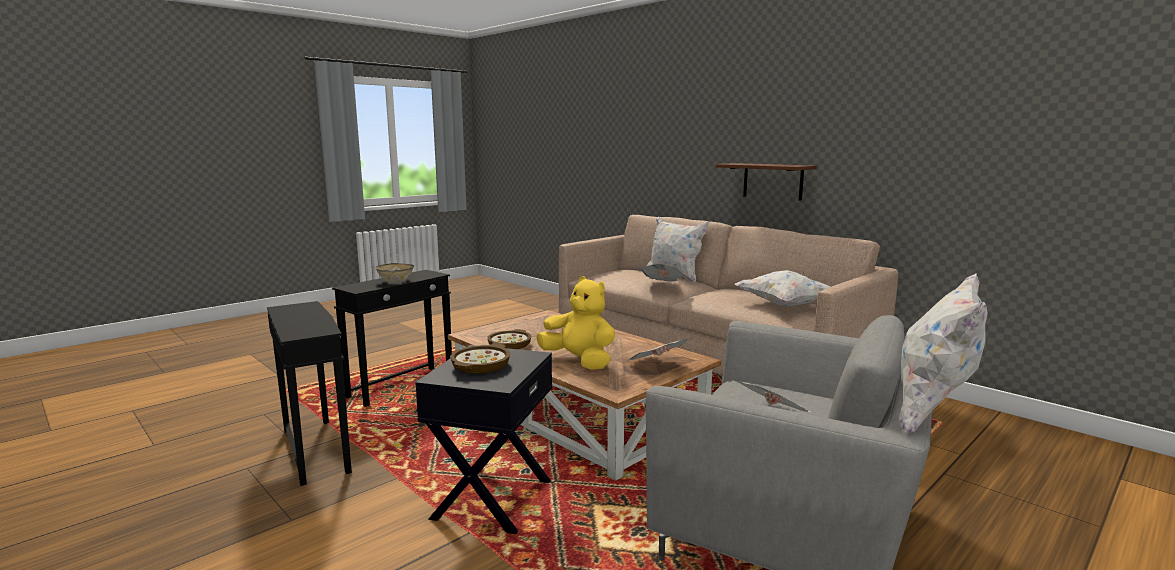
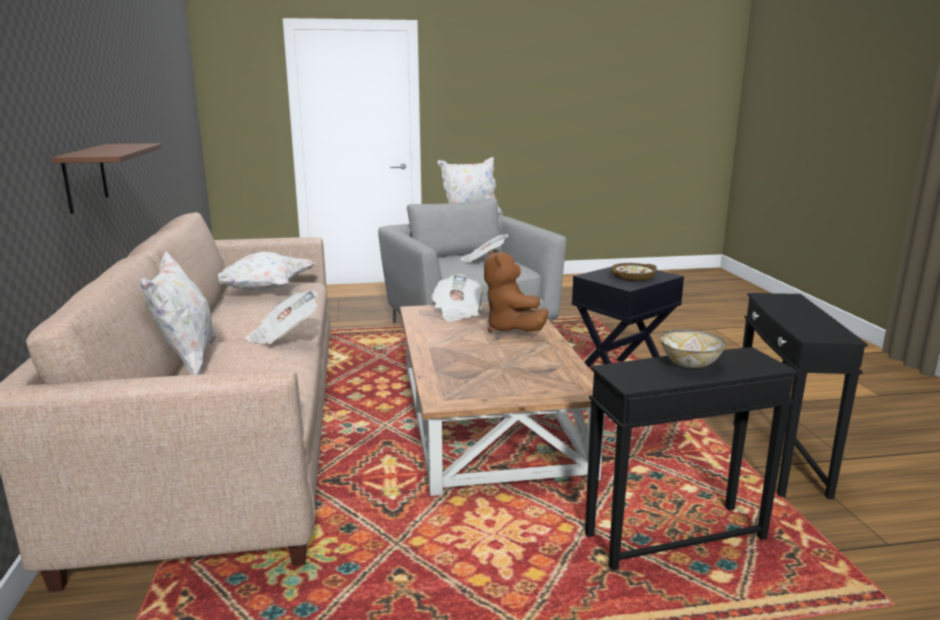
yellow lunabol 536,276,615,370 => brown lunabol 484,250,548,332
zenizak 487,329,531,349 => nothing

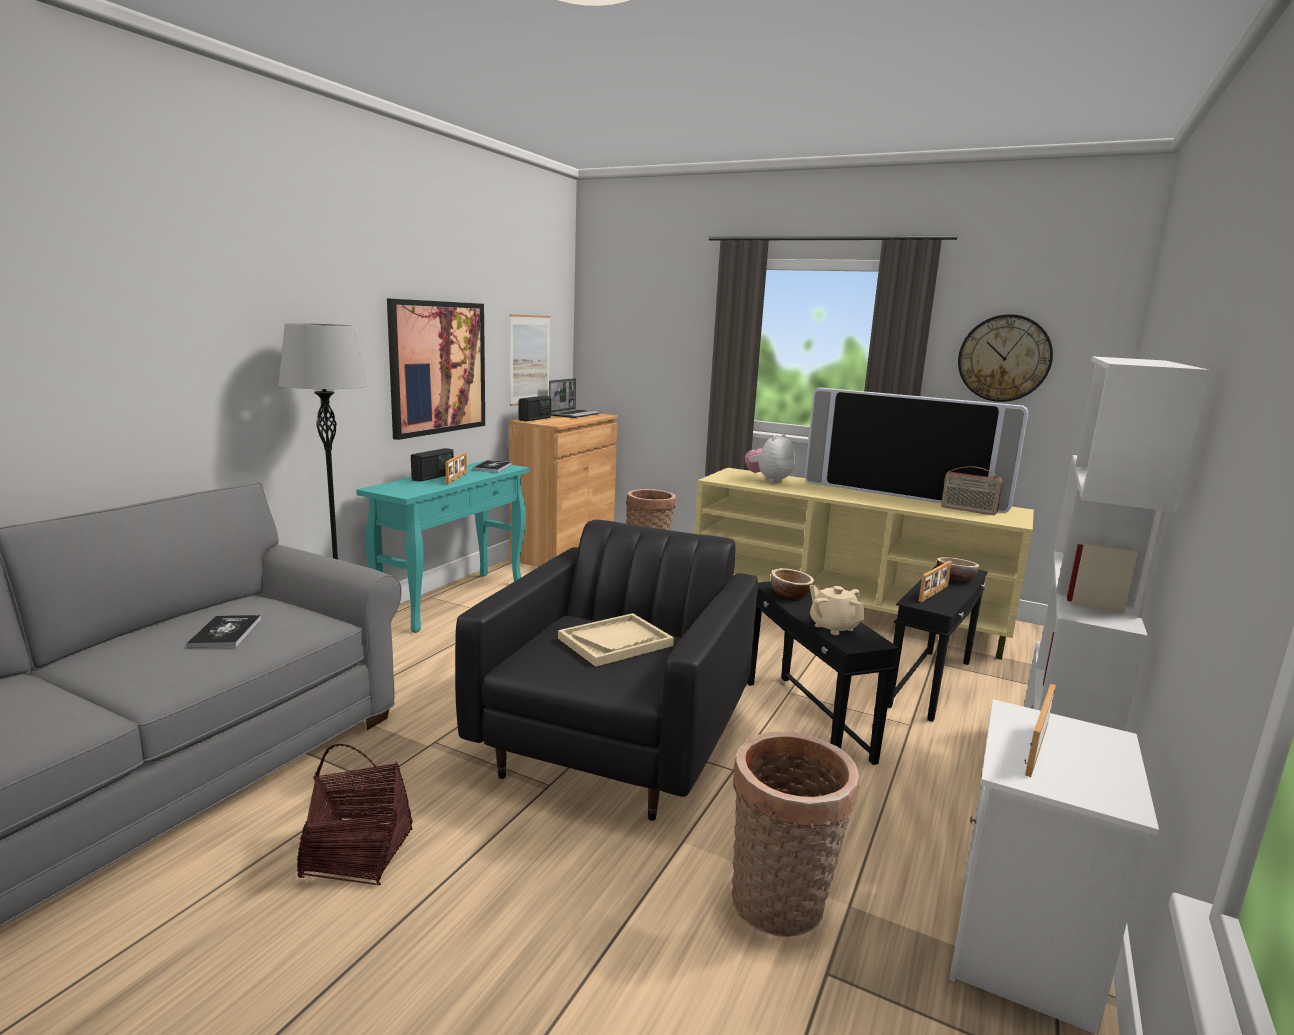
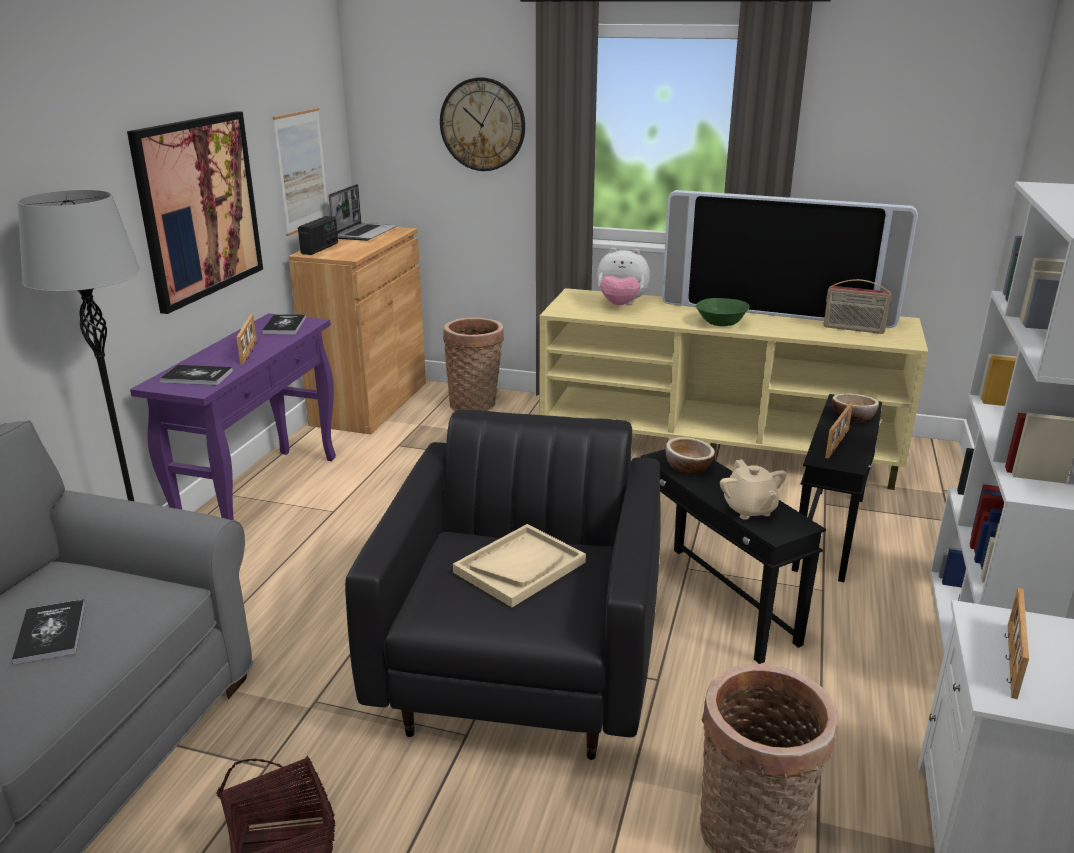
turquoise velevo 356,461,529,633 => purple velevo 130,313,336,520
nothing => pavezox 159,365,233,385
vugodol 958,314,1053,402 => vugodol 440,77,525,171, moved
lunabol 745,434,795,483 => lunabol 597,248,650,305, 105 degrees counterclockwise
nothing => green zenizak 696,298,750,326
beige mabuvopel 810,585,865,635 => beige mabuvopel 720,459,786,520, 150 degrees counterclockwise
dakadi 411,448,454,482 => nothing

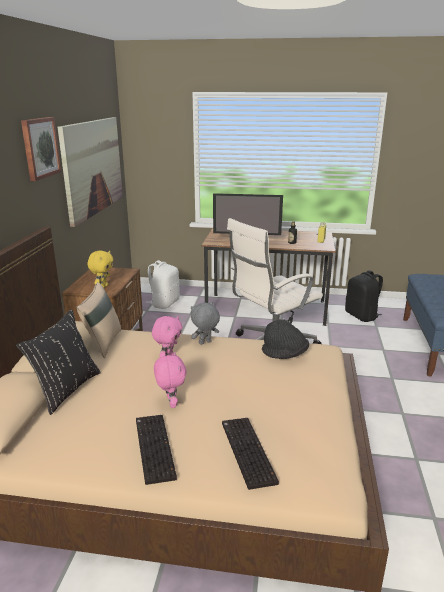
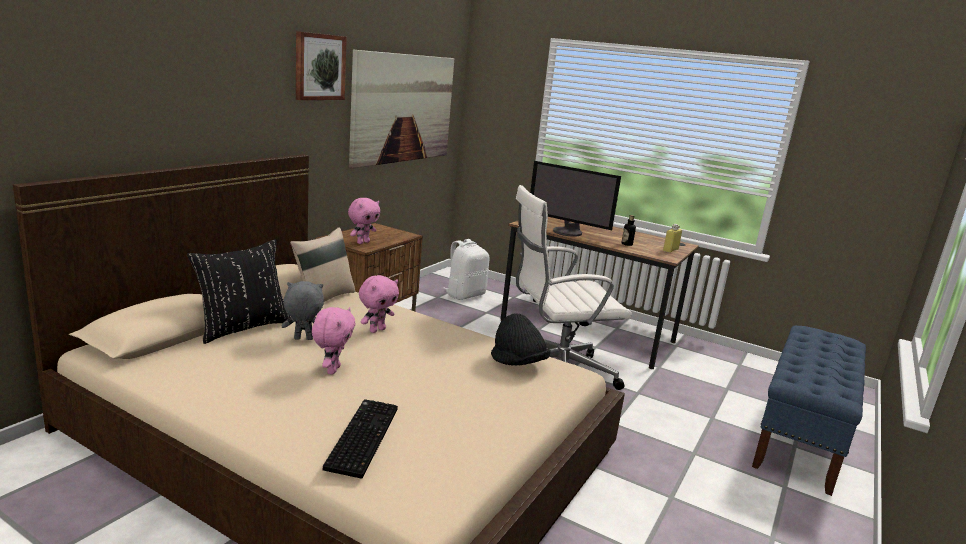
grey lunabol 191,302,220,345 => grey lunabol 282,281,324,340, moved
yellow lunabol 87,251,113,288 => pink lunabol 348,198,380,244
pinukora 136,415,177,485 => nothing
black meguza 345,270,383,322 => nothing

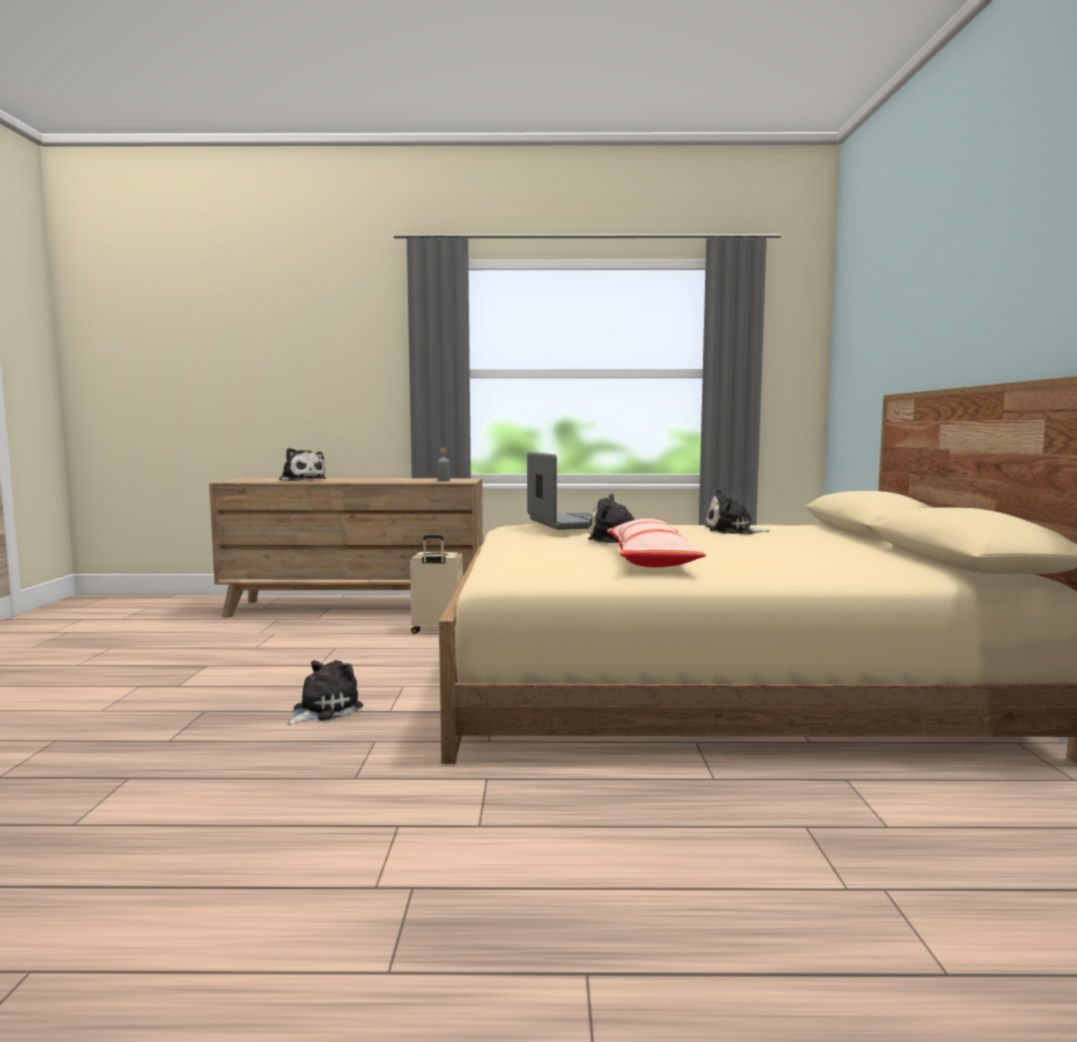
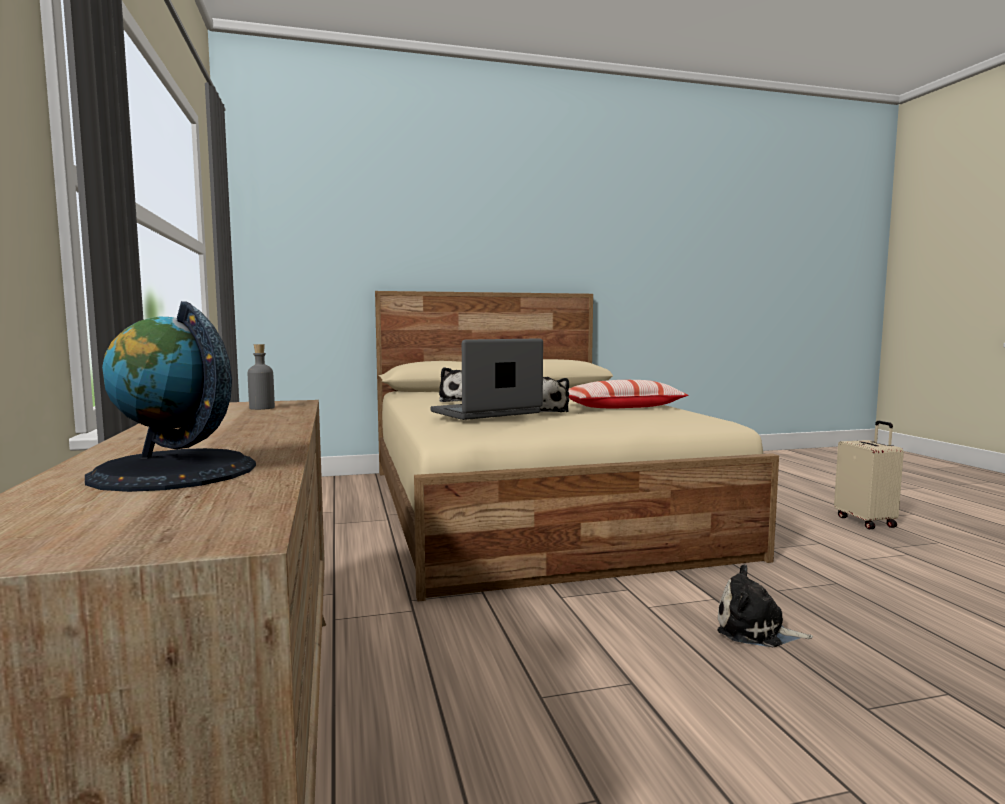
lunabol 279,448,326,481 => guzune 85,301,256,492
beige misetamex 410,535,463,634 => beige misetamex 834,421,904,529, moved

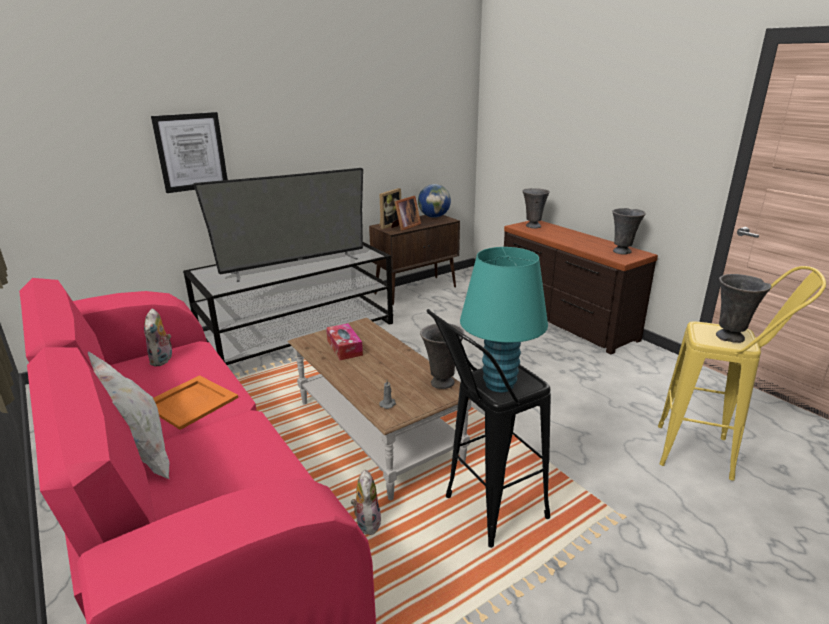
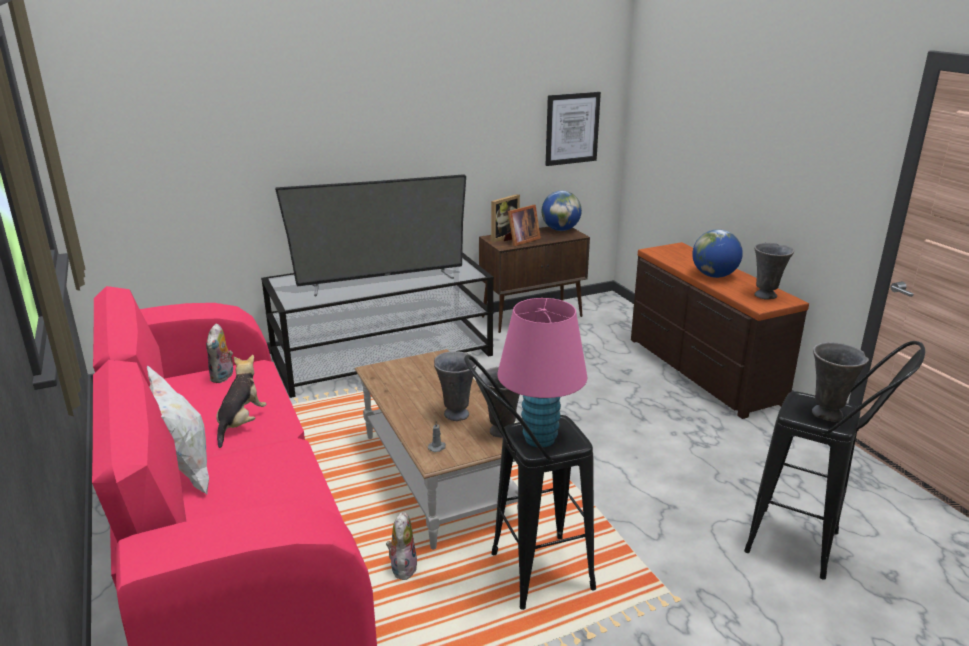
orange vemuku 153,375,238,430 => lunabol 216,355,267,448
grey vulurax 523,188,550,228 => grey vulurax 434,351,478,421, moved
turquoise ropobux 460,247,548,392 => pink ropobux 497,298,588,448
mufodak 151,112,228,193 => mufodak 546,92,601,166, moved
nothing => guzune 692,229,743,278
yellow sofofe 658,266,826,481 => black sofofe 744,341,925,580
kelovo 326,323,363,360 => nothing

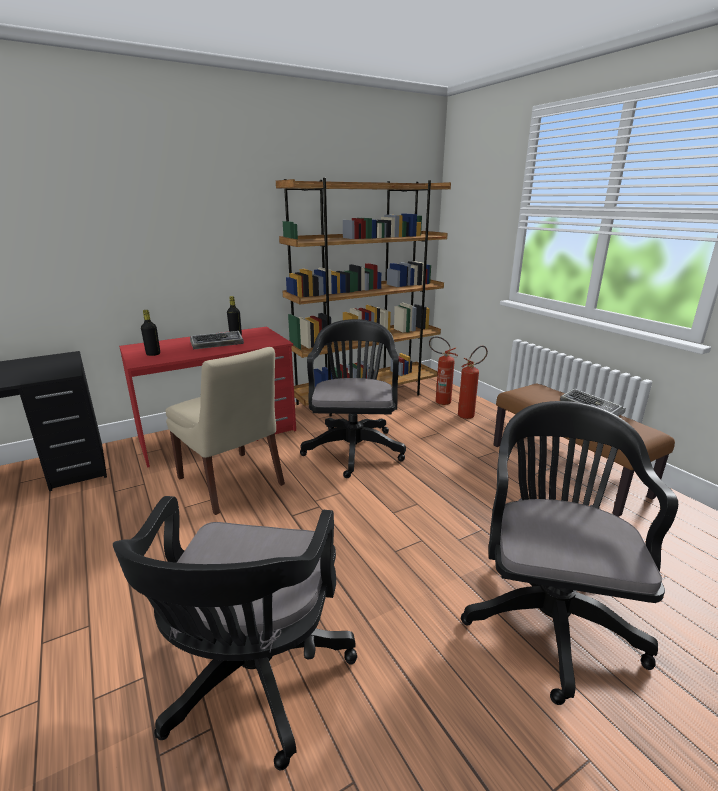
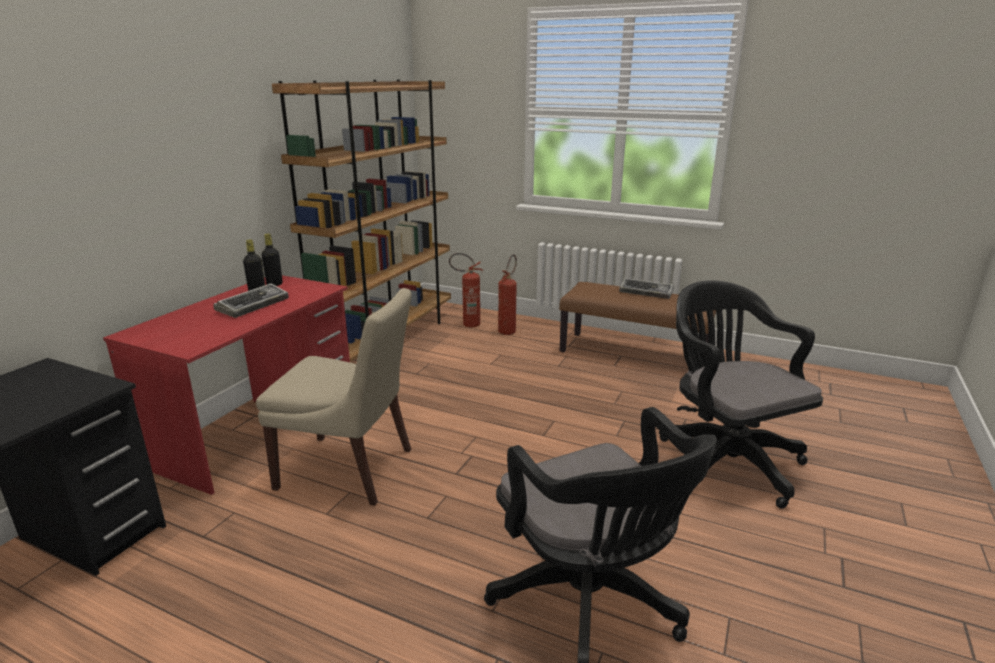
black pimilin 141,310,160,356 => black pimilin 262,234,283,286, moved
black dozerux 300,319,406,478 => nothing

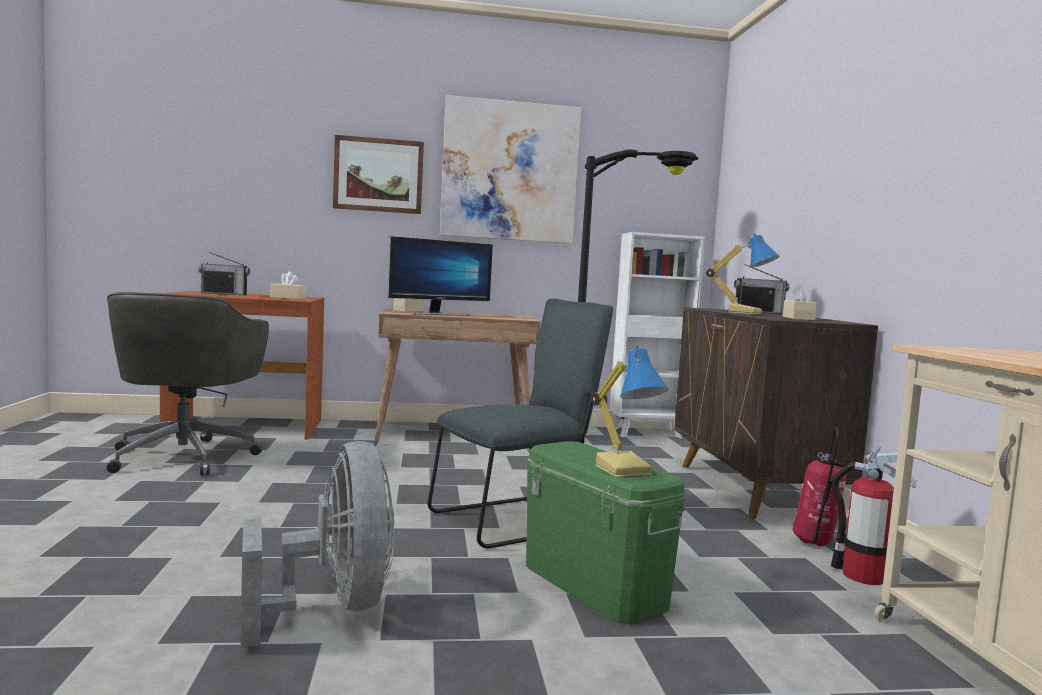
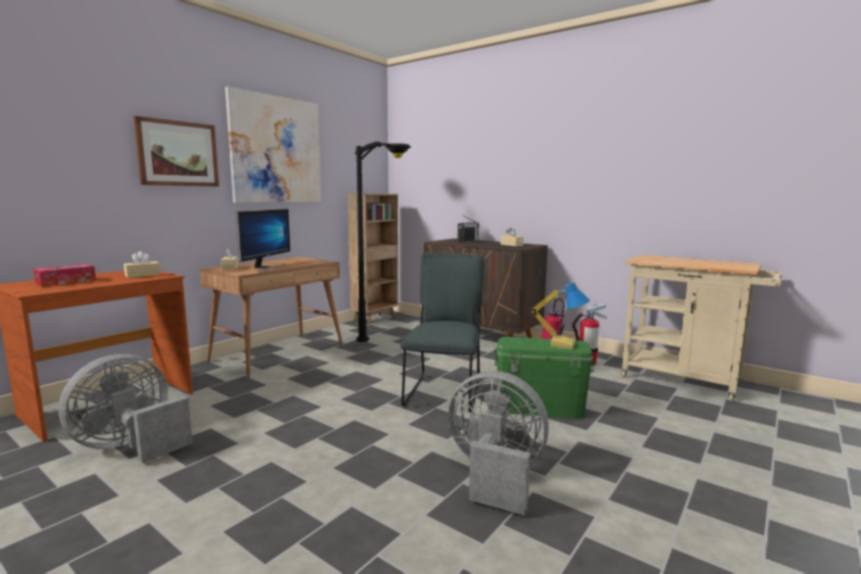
dakadi 198,251,250,295 => kelovo 33,264,96,287
grey dozerux 106,292,269,475 => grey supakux 59,354,193,463
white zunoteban 610,232,705,439 => brown zunoteban 348,193,399,326
ropobux 706,233,780,314 => nothing

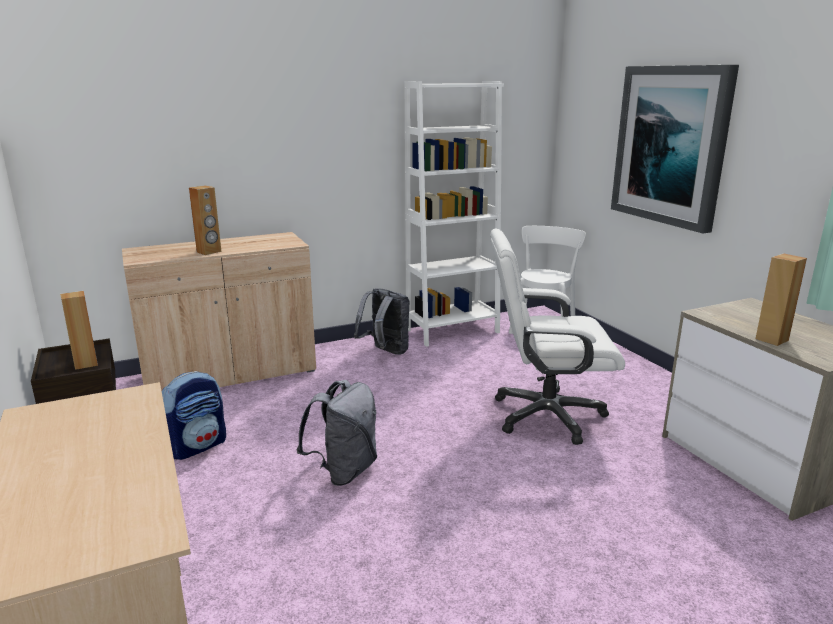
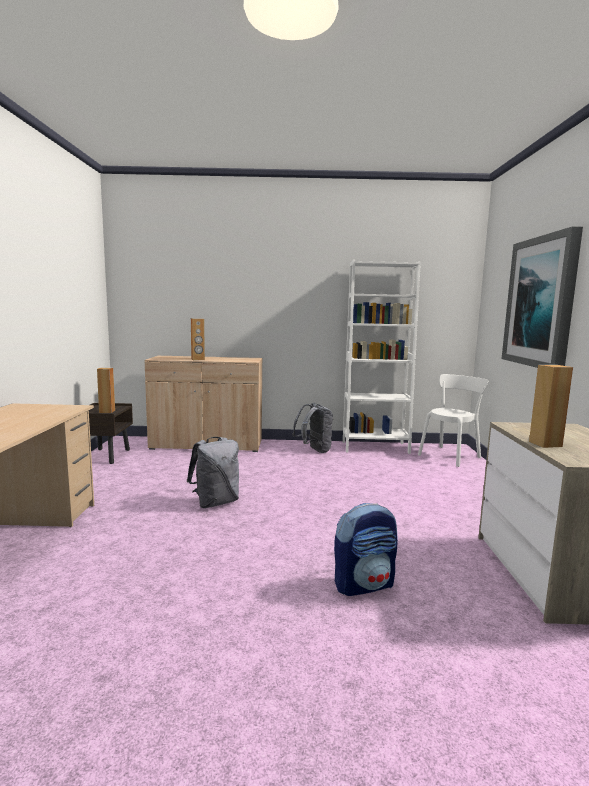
meguza 162,371,226,460 => meguza 334,503,398,596, moved
white dozerux 490,228,625,445 => nothing

